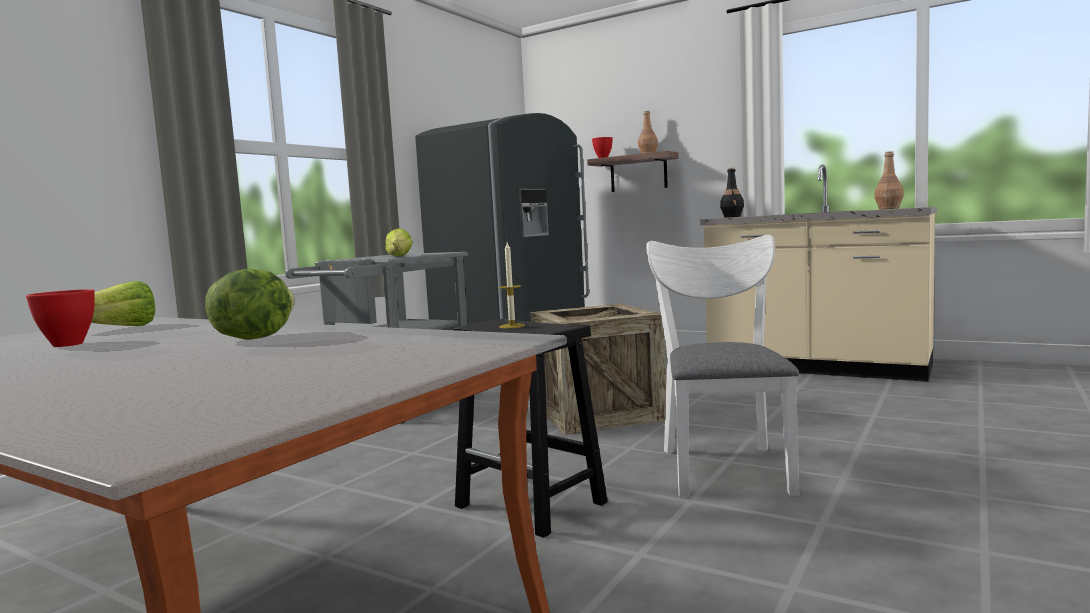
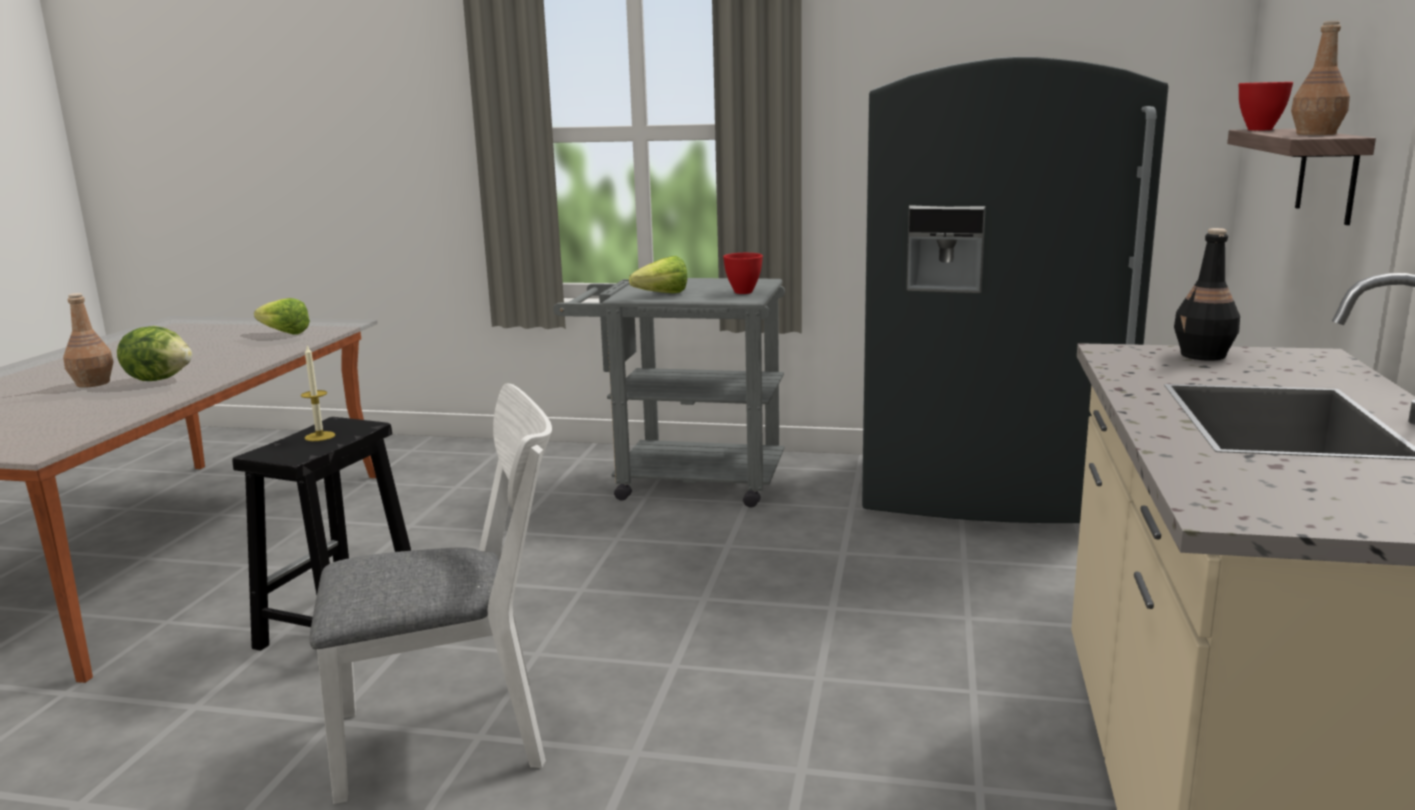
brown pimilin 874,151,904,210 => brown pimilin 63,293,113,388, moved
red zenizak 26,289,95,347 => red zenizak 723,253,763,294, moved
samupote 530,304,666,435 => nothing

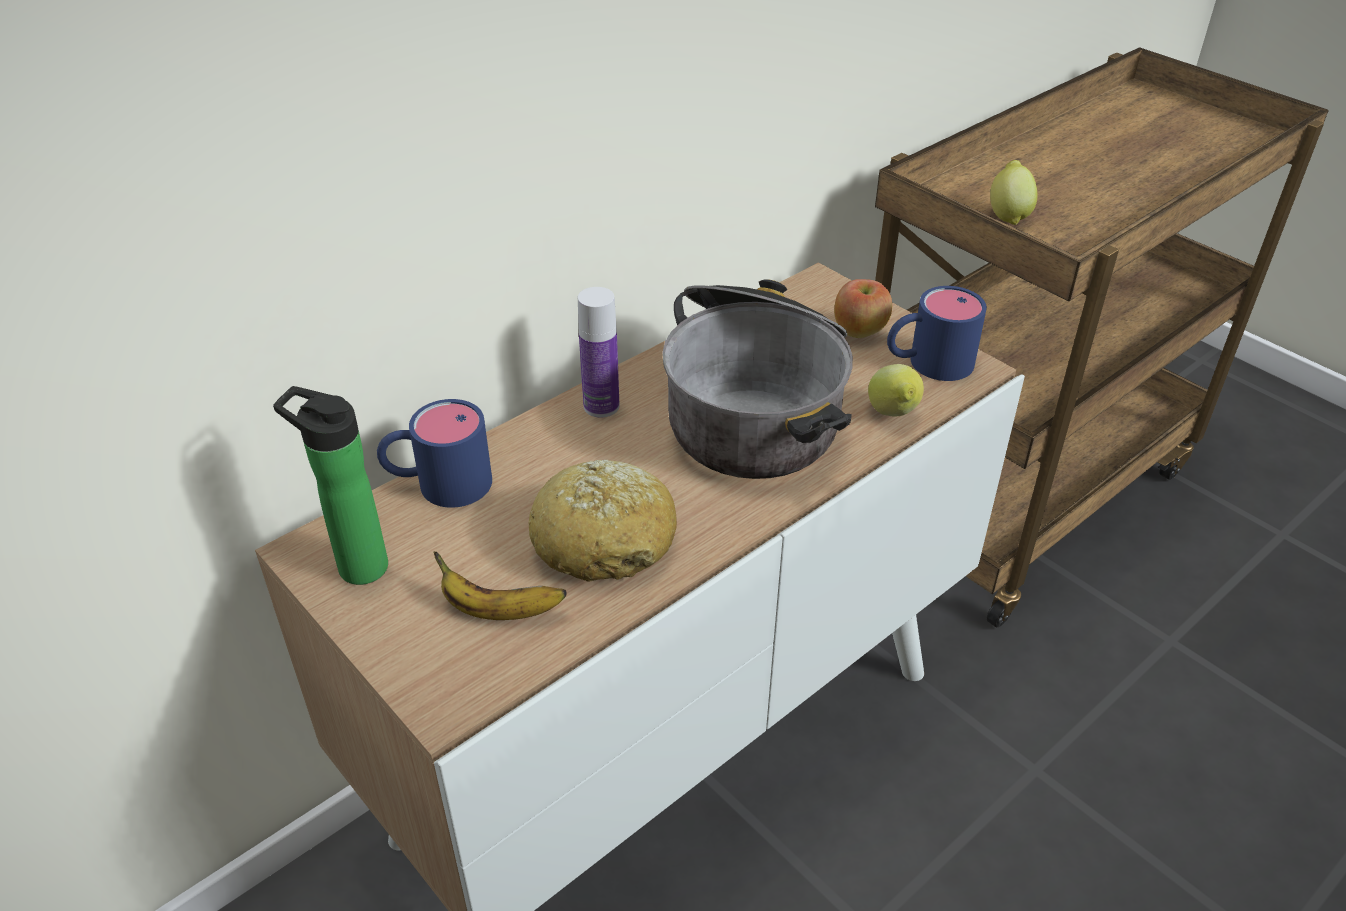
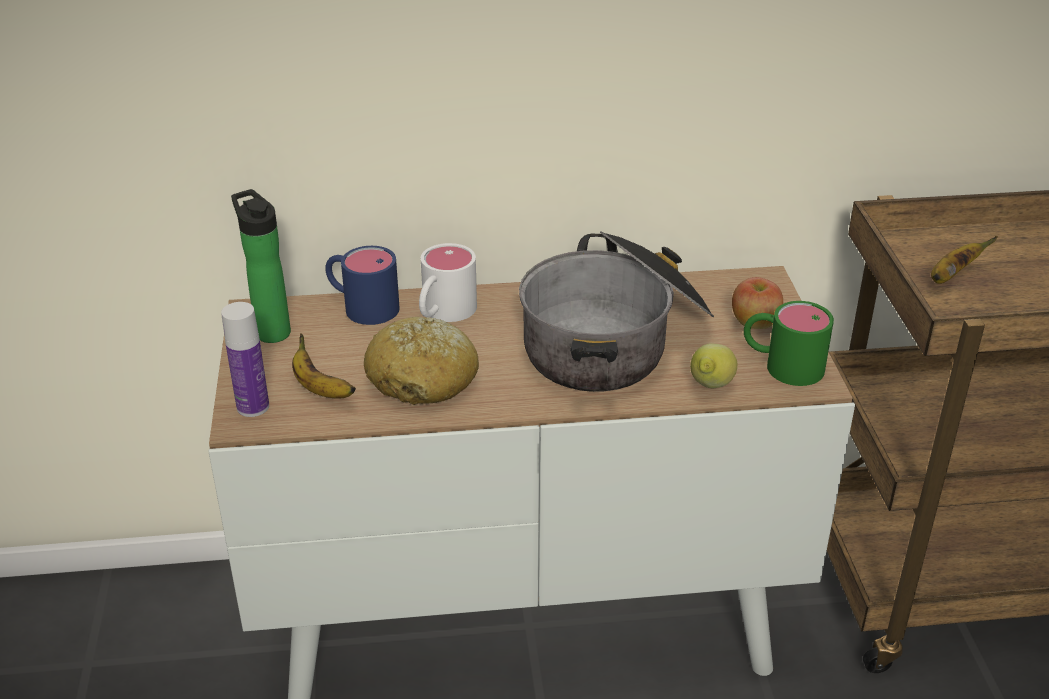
pimilin 578,287,619,418 => pimilin 221,302,269,417, moved
nothing => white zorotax 419,243,477,322
blue zorotax 887,286,987,381 => green zorotax 744,301,834,386
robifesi 990,160,1037,225 => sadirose 931,236,997,284

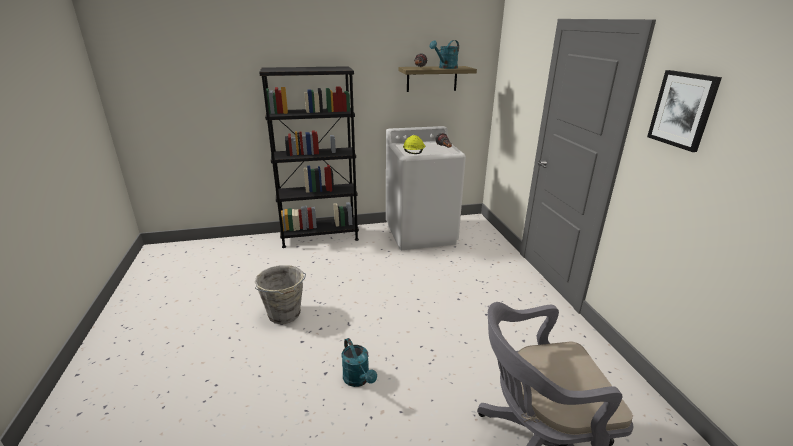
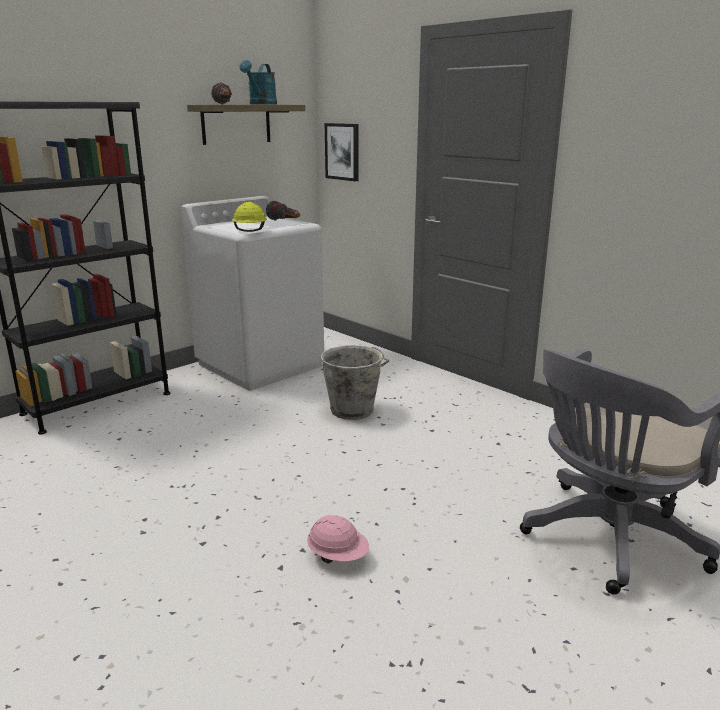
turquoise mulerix 342,338,377,387 => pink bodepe 307,515,369,563
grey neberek 255,265,306,324 => grey neberek 320,345,389,420, moved
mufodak 647,70,722,152 => mufodak 325,123,359,181, moved

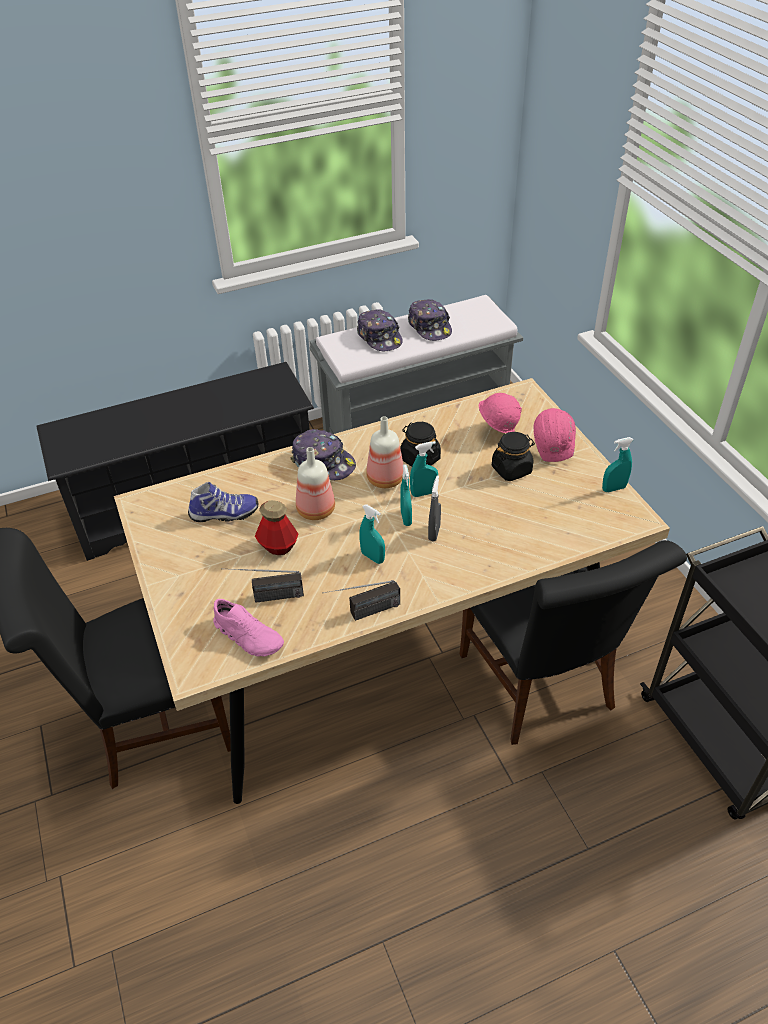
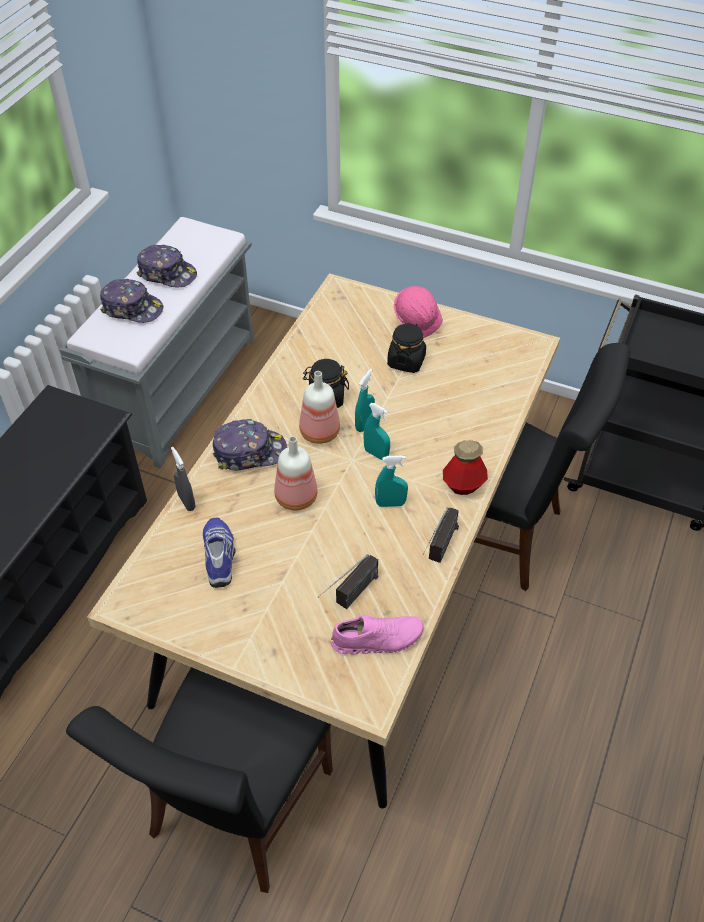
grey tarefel 428,475,441,541 => grey tarefel 171,447,196,511, moved
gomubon 188,482,258,522 => gomubon 203,518,236,588, 45 degrees counterclockwise
pimilin 255,500,298,555 => pimilin 443,440,488,495, moved
pink bodepe 479,393,522,433 => nothing
turquoise tarefel 602,437,633,492 => nothing

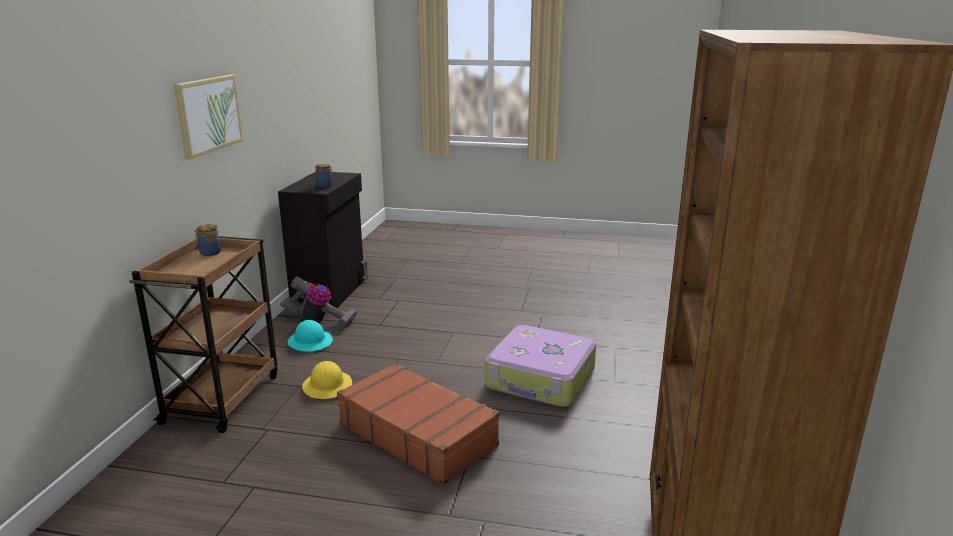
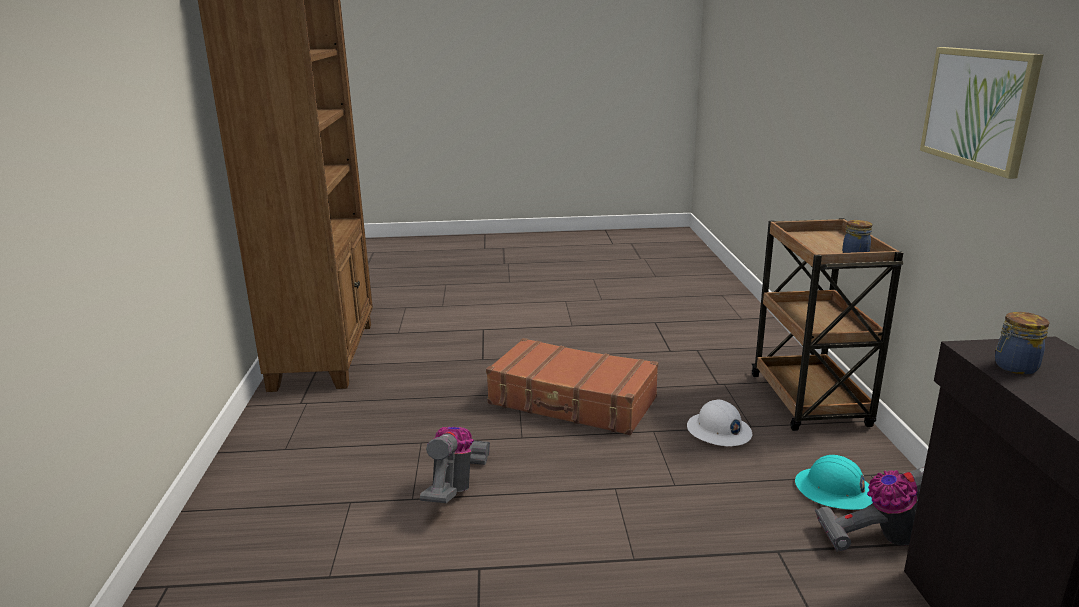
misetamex 485,325,596,407 => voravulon 420,426,490,503
yellow bodepe 302,361,352,399 => white bodepe 687,400,752,446

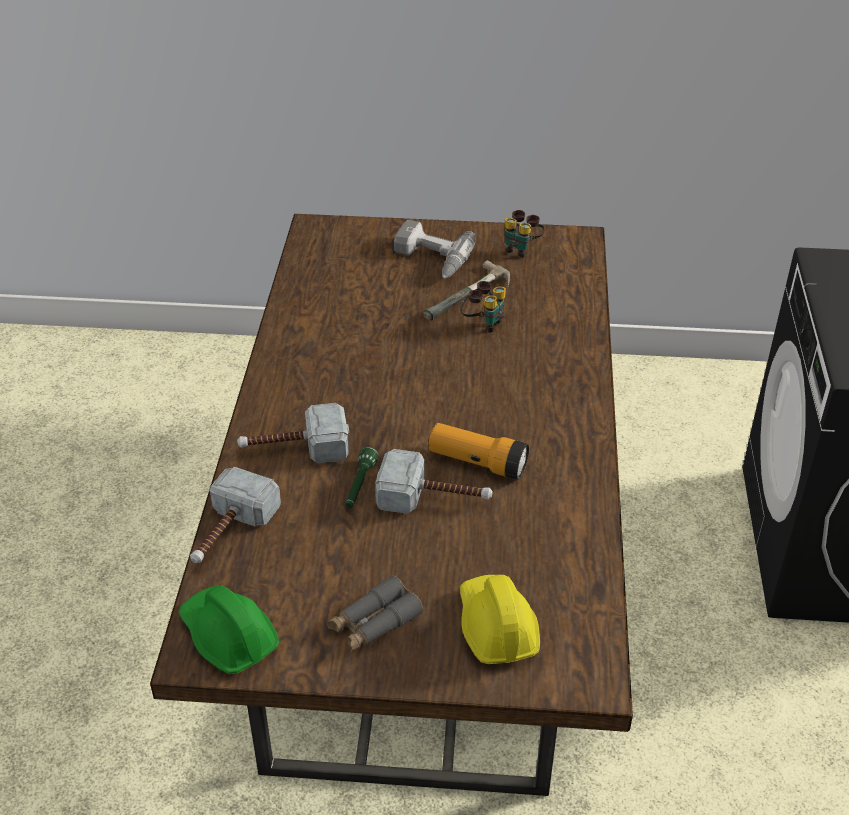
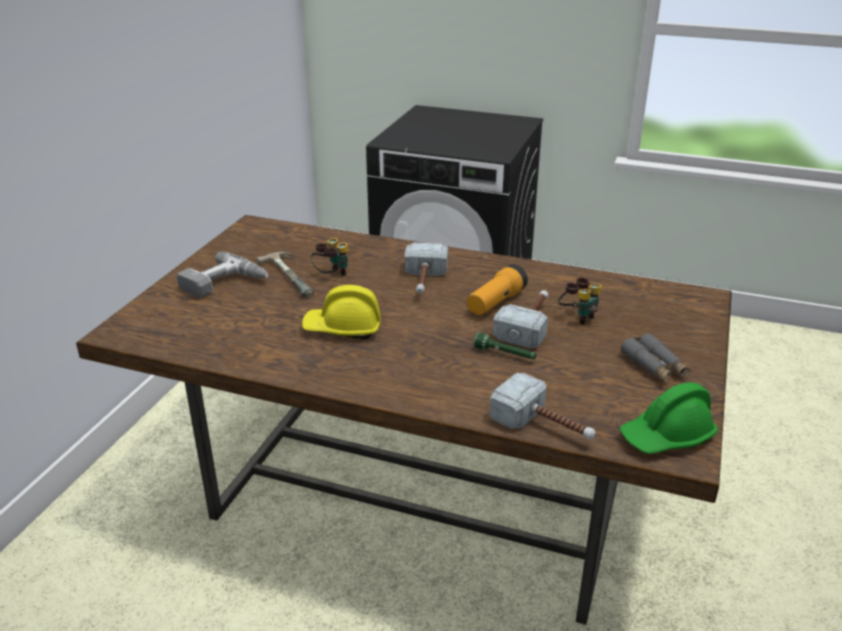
yellow bodepe 460,575,540,664 => yellow bodepe 302,285,381,339, moved
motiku 237,403,349,463 => motiku 405,242,448,293, moved
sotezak 505,210,544,258 => sotezak 558,278,601,324, moved

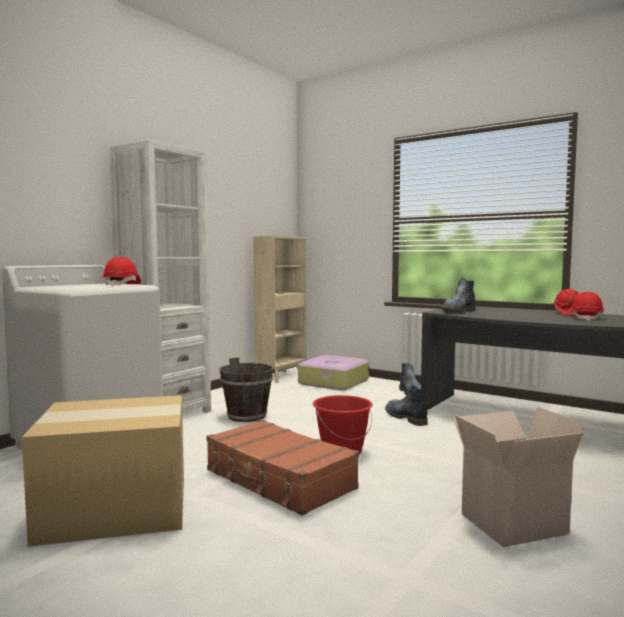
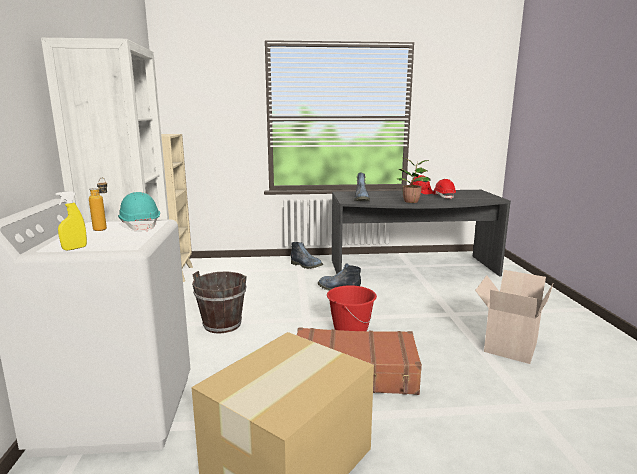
nothing => yellow tarefel 56,191,87,251
nothing => pimilin 89,178,107,231
red bodepe 102,257,141,287 => turquoise bodepe 118,192,160,231
nothing => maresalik 397,158,431,203
misetamex 298,355,369,390 => nothing

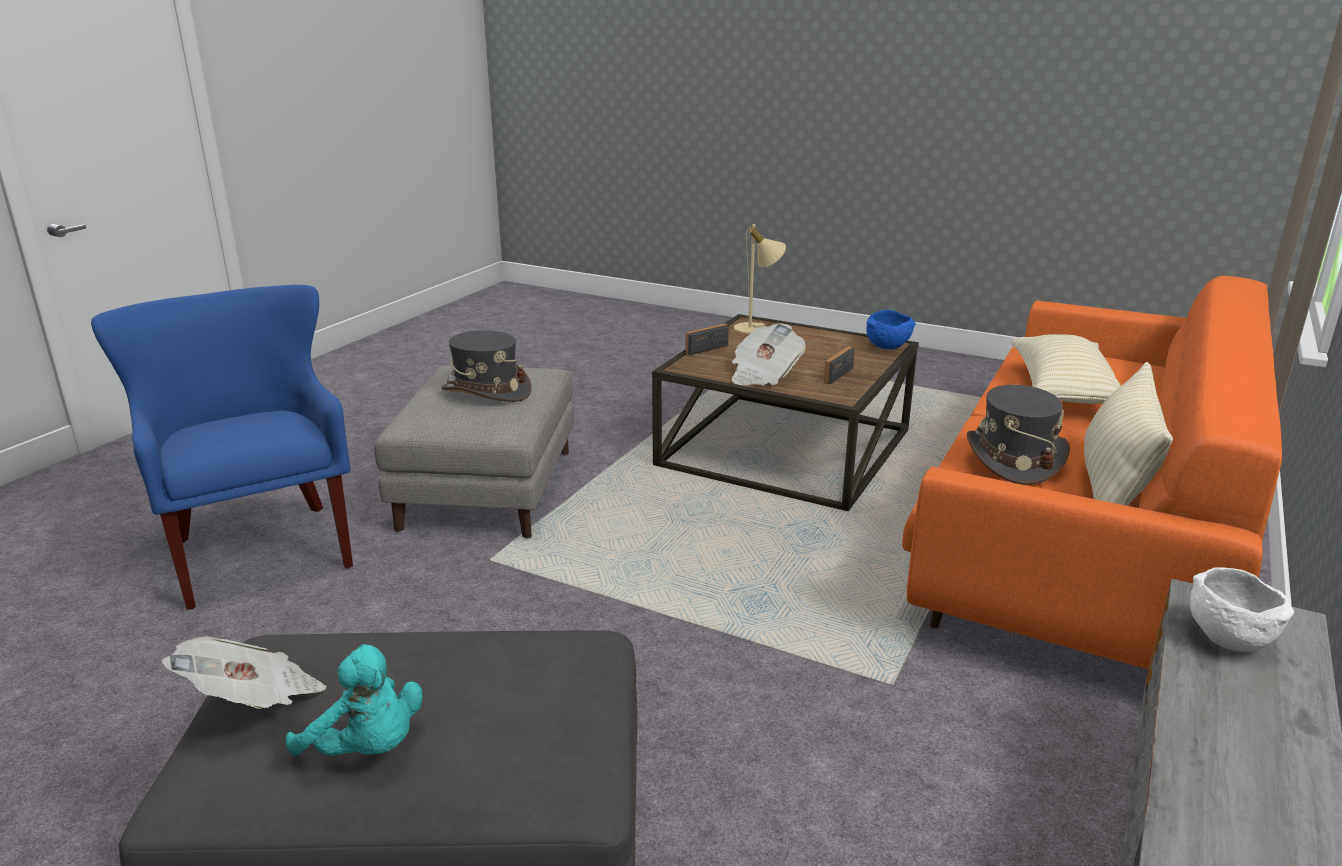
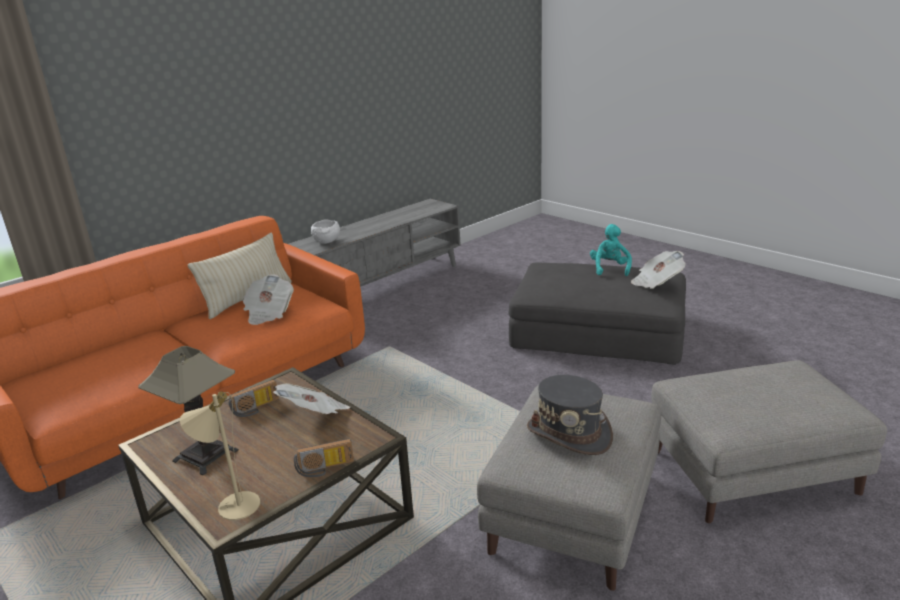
nothing => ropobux 138,346,239,475
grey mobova 967,385,1070,485 => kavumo 242,274,294,325
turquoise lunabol 286,644,423,756 => turquoise lunabol 590,224,632,276, 45 degrees clockwise
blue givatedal 91,285,353,610 => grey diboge 651,360,887,523
blue zenizak 866,310,916,349 => nothing
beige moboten 1011,334,1121,404 => nothing

